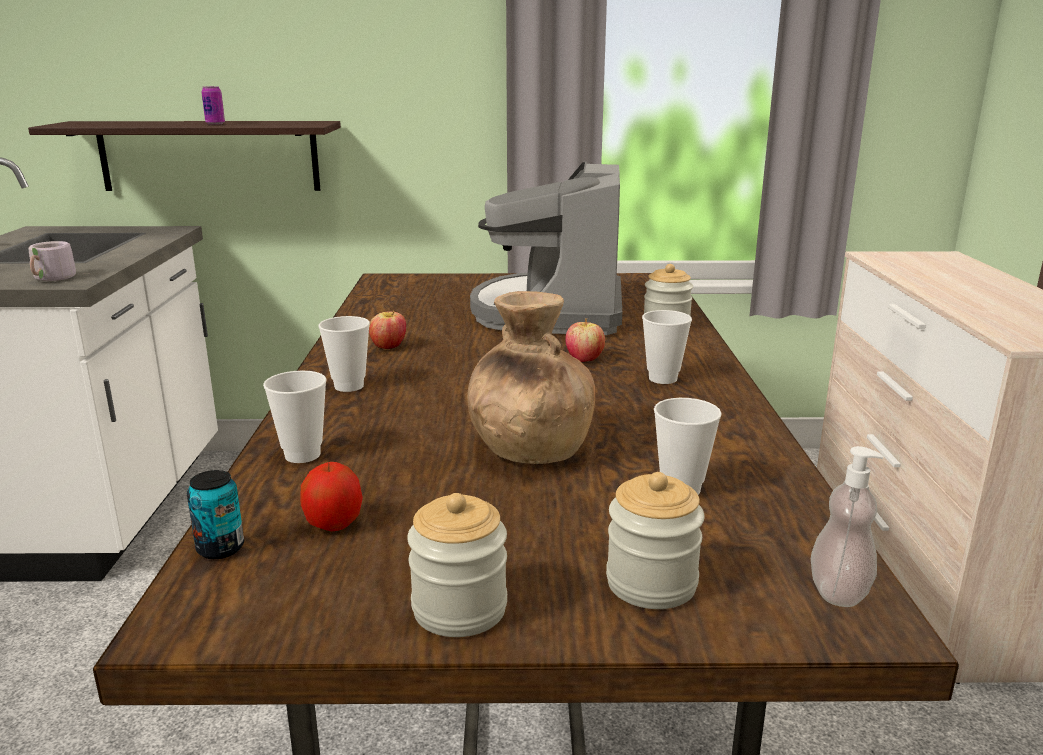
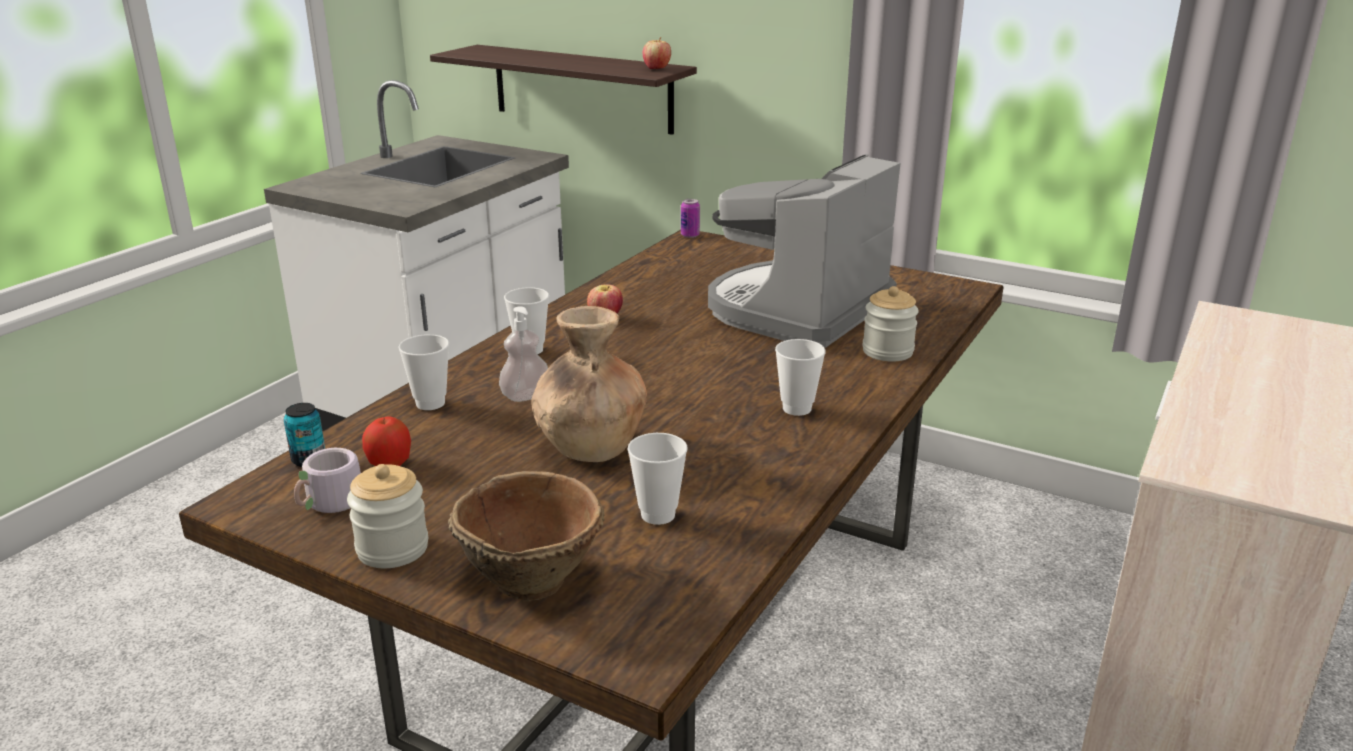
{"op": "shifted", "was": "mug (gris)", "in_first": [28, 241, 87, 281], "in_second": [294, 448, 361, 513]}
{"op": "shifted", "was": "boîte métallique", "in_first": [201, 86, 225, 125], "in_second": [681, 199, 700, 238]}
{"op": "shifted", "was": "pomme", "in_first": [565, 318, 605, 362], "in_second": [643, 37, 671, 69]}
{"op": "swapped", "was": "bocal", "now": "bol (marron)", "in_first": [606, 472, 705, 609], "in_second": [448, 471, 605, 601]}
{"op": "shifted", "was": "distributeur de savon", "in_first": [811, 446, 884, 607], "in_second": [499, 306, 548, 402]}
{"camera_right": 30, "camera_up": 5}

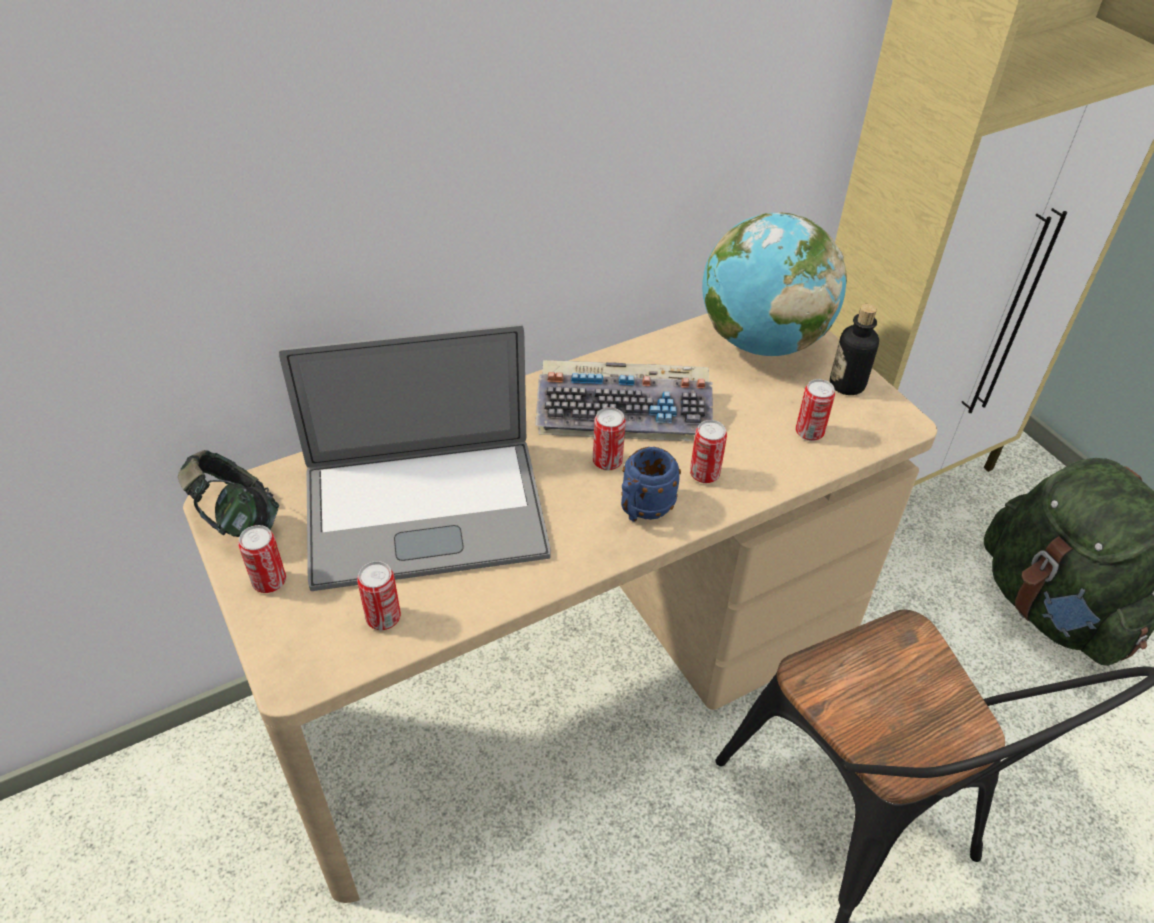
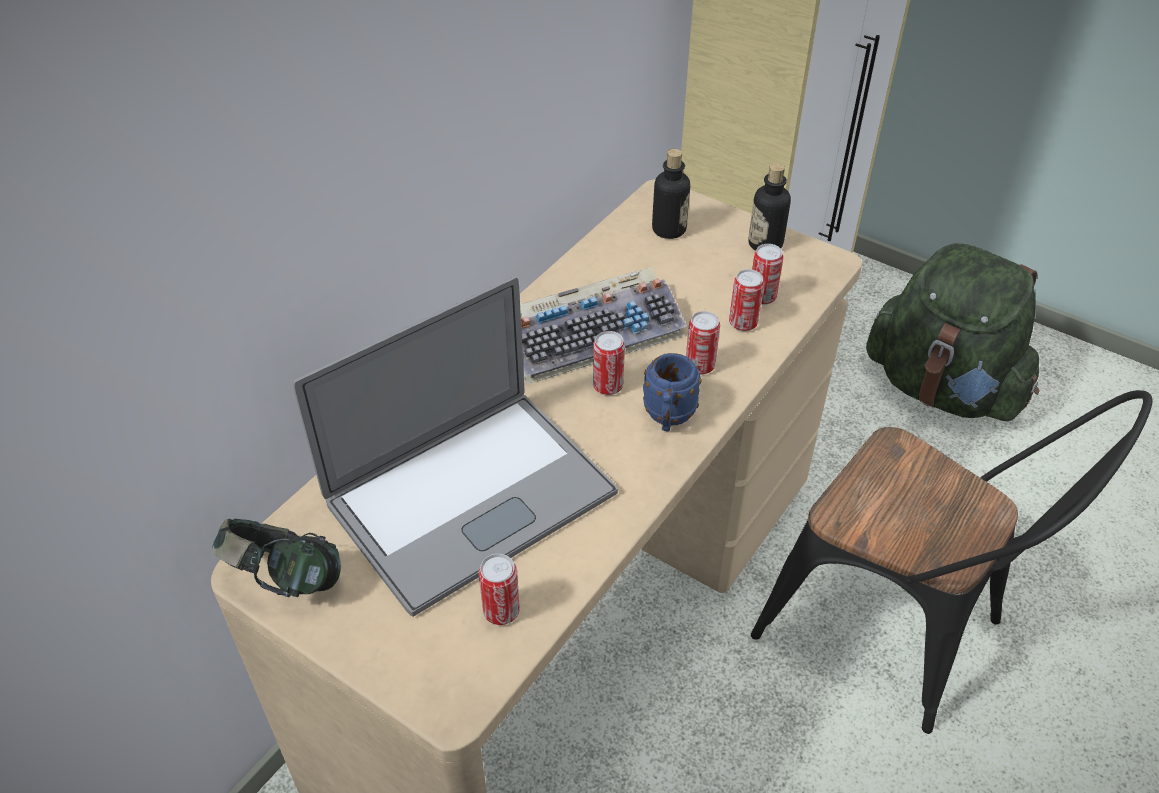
{"op": "shifted", "was": "boîte métallique", "in_first": [238, 525, 286, 593], "in_second": [729, 269, 764, 331]}
{"op": "swapped", "was": "globe", "now": "bouteille", "in_first": [702, 212, 847, 356], "in_second": [652, 149, 690, 239]}
{"camera_right": -25, "camera_up": 0}

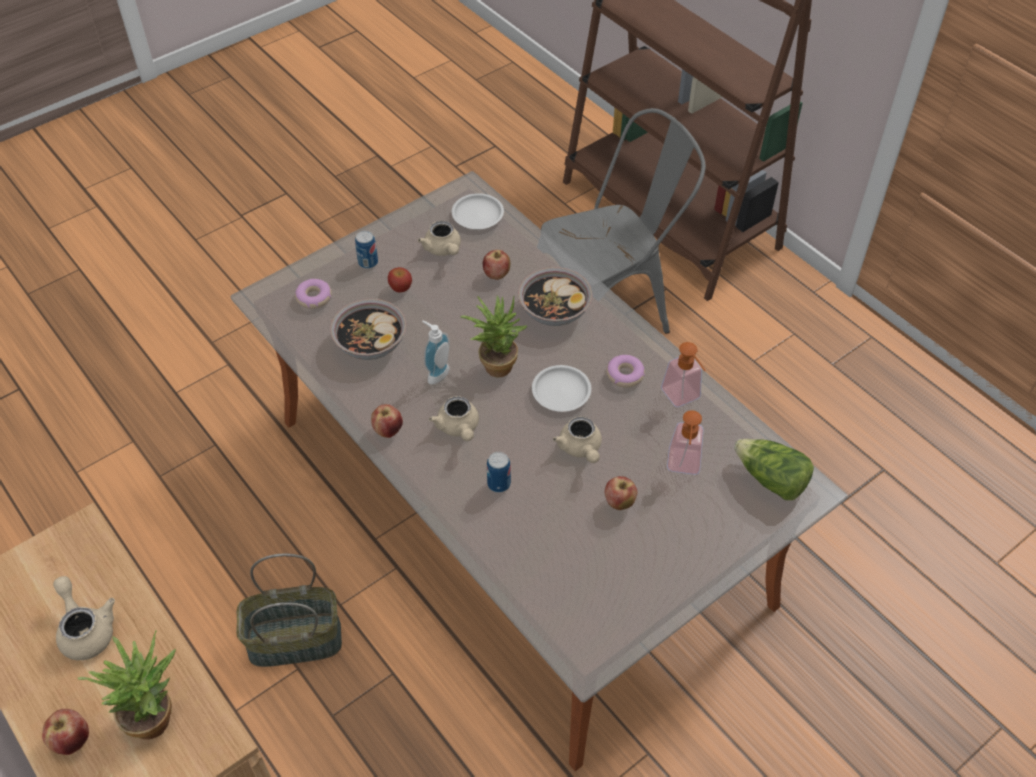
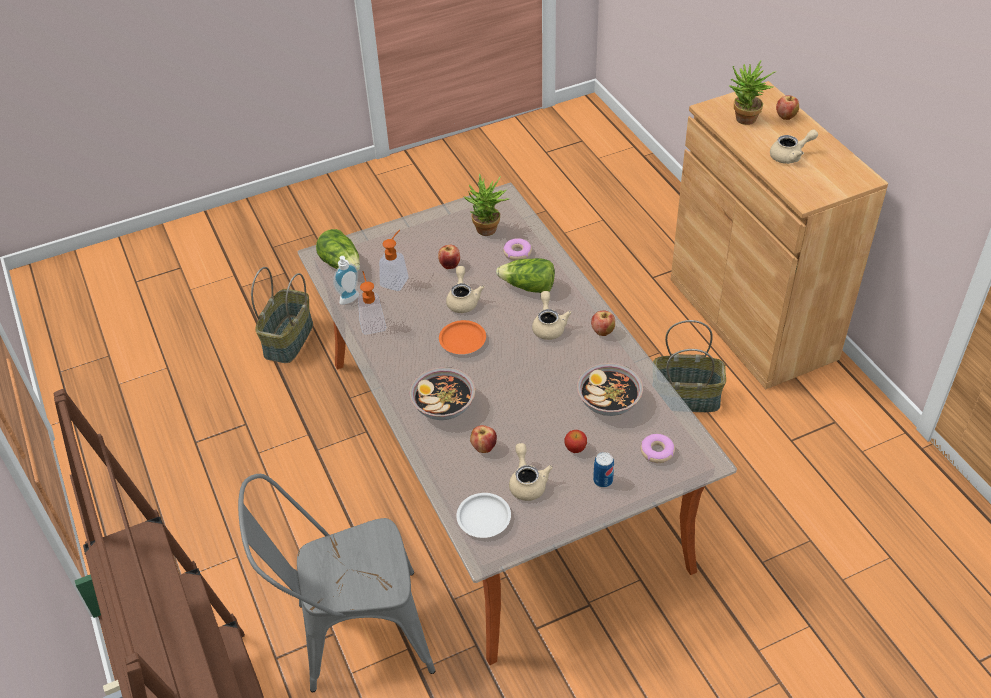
{"op": "rotated", "was": "théière (beige)", "in_first": [53, 576, 115, 660], "in_second": [770, 129, 818, 164], "clockwise": -90}
{"op": "shifted", "was": "distributeur de savon", "in_first": [422, 320, 450, 385], "in_second": [333, 256, 359, 305]}
{"op": "shifted", "was": "plante en pot", "in_first": [460, 296, 527, 377], "in_second": [463, 173, 509, 236]}
{"op": "swapped", "was": "boîte métallique", "now": "laitue", "in_first": [487, 452, 511, 493], "in_second": [496, 258, 555, 293]}
{"op": "repainted", "was": "assiette (blanc)", "now": "assiette (orange)", "in_first": [532, 365, 591, 412], "in_second": [439, 320, 486, 354]}
{"op": "shifted", "was": "beignet", "in_first": [606, 355, 645, 388], "in_second": [503, 238, 532, 261]}
{"op": "new", "now": "panier", "in_second": [251, 267, 313, 363]}
{"camera_right": -165, "camera_up": -5}

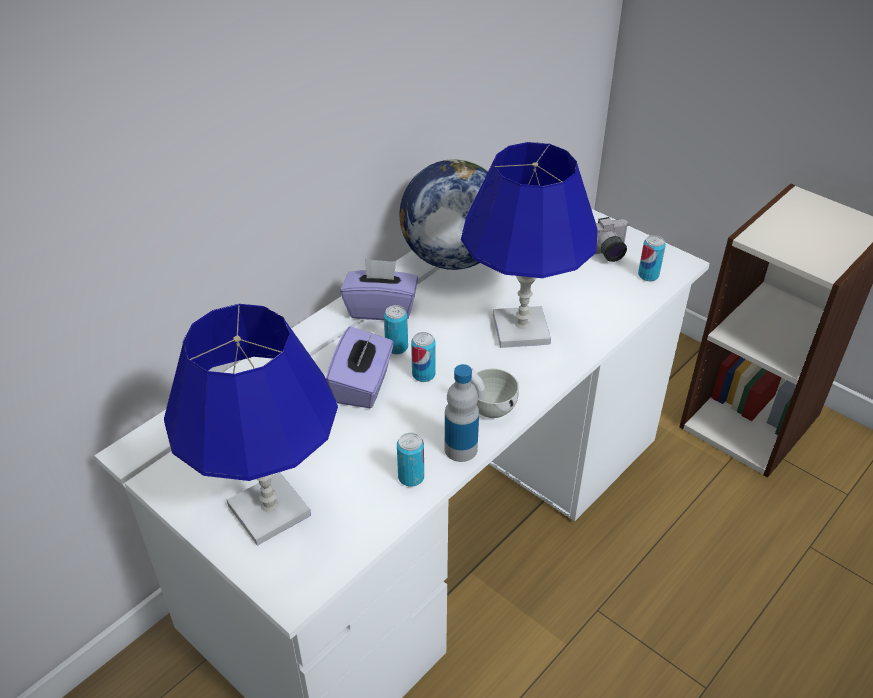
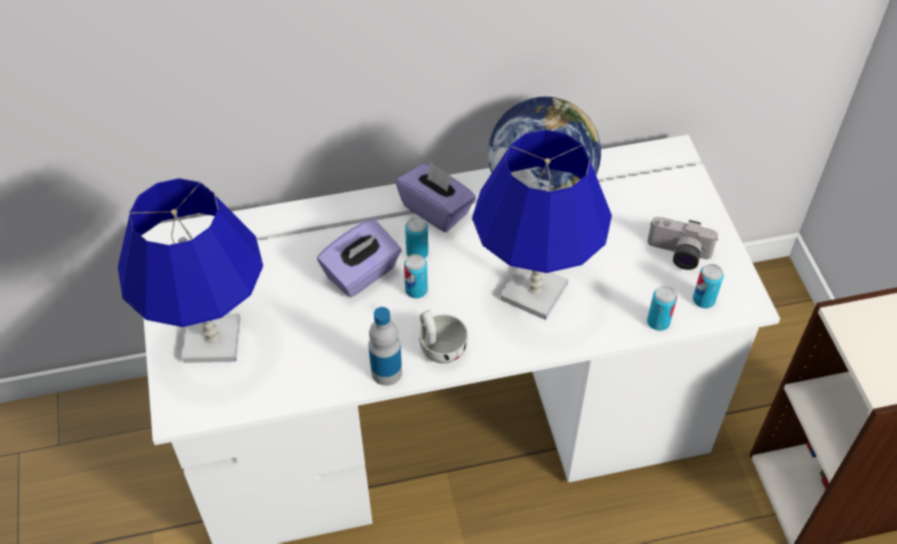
{"op": "shifted", "was": "boîte métallique", "in_first": [397, 433, 424, 487], "in_second": [647, 286, 677, 331]}
{"camera_right": 35, "camera_up": 10}

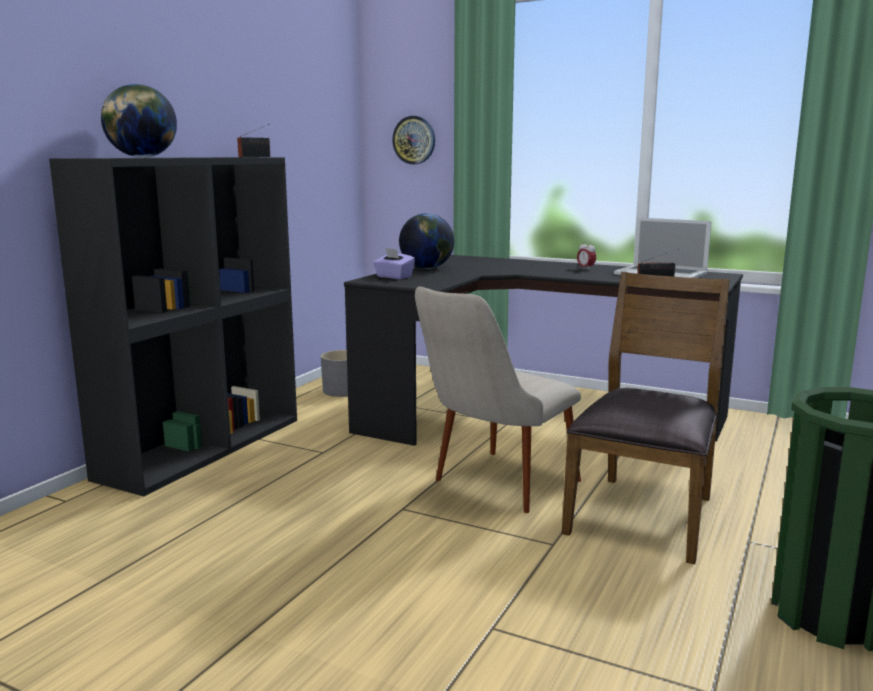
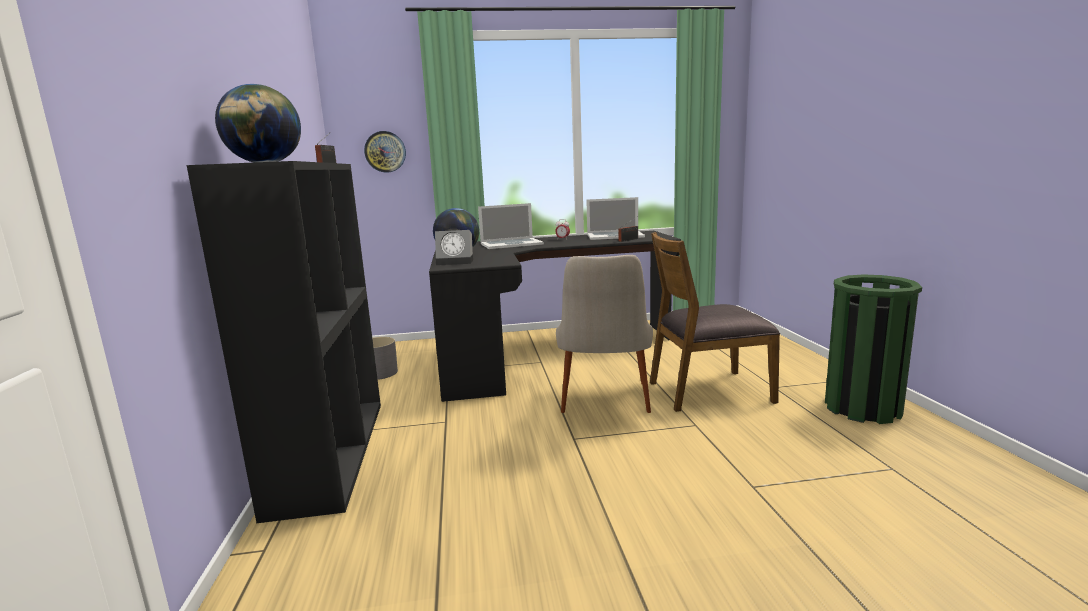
{"op": "swapped", "was": "boîte à mouchoirs (violet)", "now": "réveil", "in_first": [373, 248, 415, 279], "in_second": [435, 229, 473, 265]}
{"op": "rotated", "was": "chaise (marron)", "in_first": [562, 272, 730, 565], "in_second": [650, 232, 780, 412], "clockwise": -90}
{"op": "new", "now": "ordinateur portable", "in_second": [478, 203, 544, 249]}
{"camera_right": -35, "camera_up": 0}

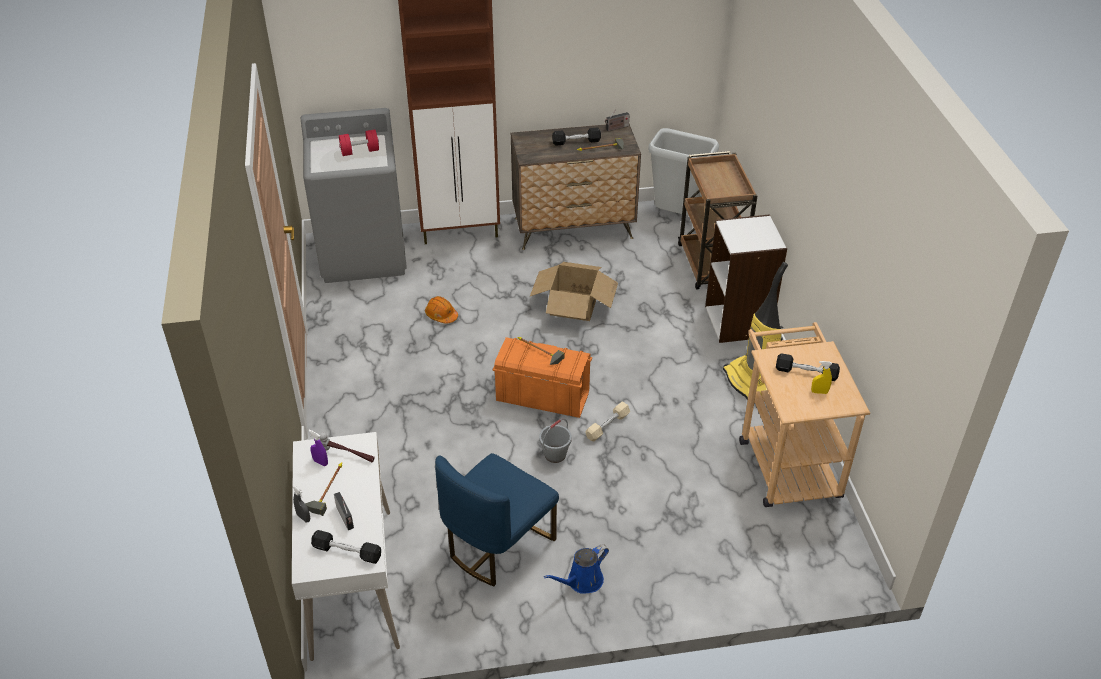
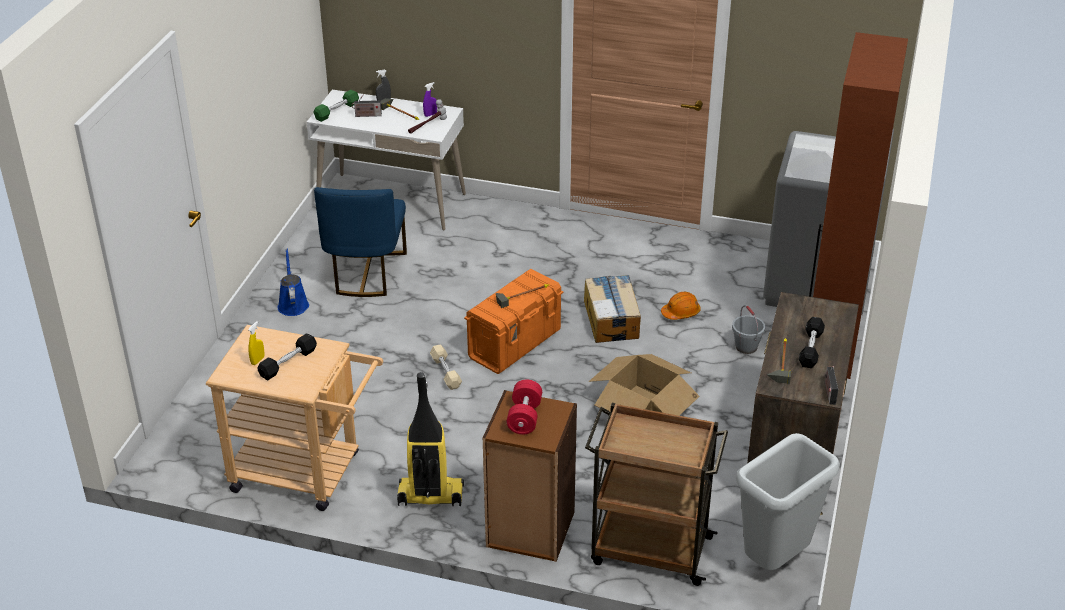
{"op": "repainted", "was": "haltère (noir)", "now": "haltère (vert)", "in_first": [311, 530, 381, 564], "in_second": [313, 90, 359, 122]}
{"op": "shifted", "was": "haltère (rouge)", "in_first": [339, 129, 379, 156], "in_second": [507, 379, 542, 435]}
{"op": "rotated", "was": "chaise (bleu)", "in_first": [435, 453, 559, 586], "in_second": [314, 187, 407, 297], "clockwise": -150}
{"op": "shifted", "was": "seau (gris)", "in_first": [539, 419, 572, 463], "in_second": [732, 305, 765, 354]}
{"op": "repainted", "was": "bibliothèque (blanc)", "now": "bibliothèque (marron)", "in_first": [705, 214, 787, 343], "in_second": [483, 390, 577, 562]}
{"op": "new", "now": "carton", "in_second": [584, 275, 641, 343]}
{"camera_right": 115, "camera_up": -5}

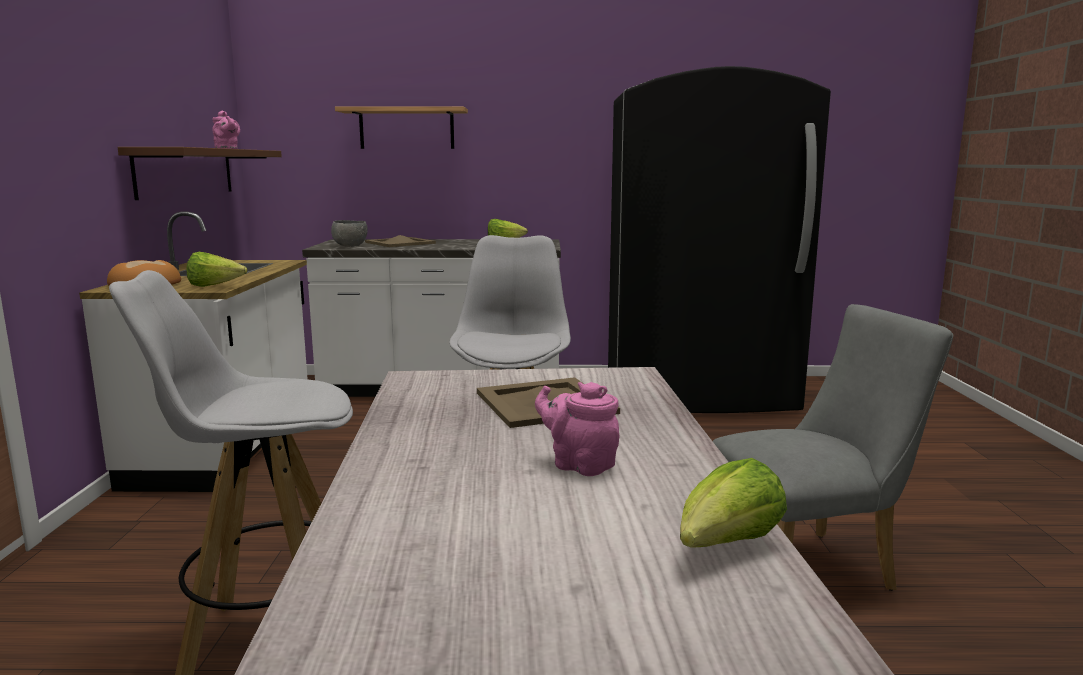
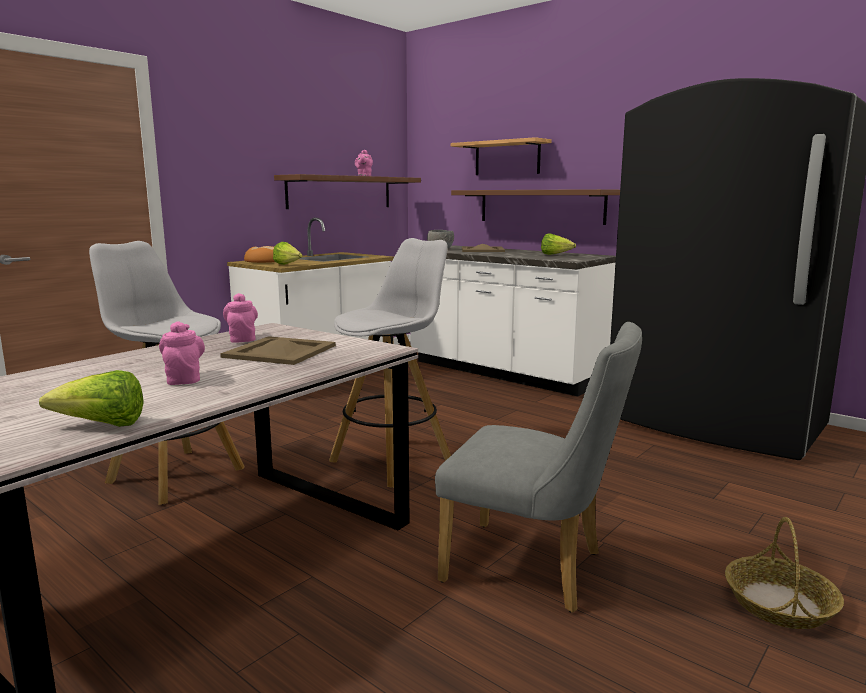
{"op": "new", "now": "théière (rose)", "in_second": [223, 293, 258, 343]}
{"op": "new", "now": "étagère (marron)", "in_second": [451, 189, 620, 225]}
{"op": "new", "now": "panier", "in_second": [725, 517, 844, 629]}
{"camera_right": 40, "camera_up": 0}

